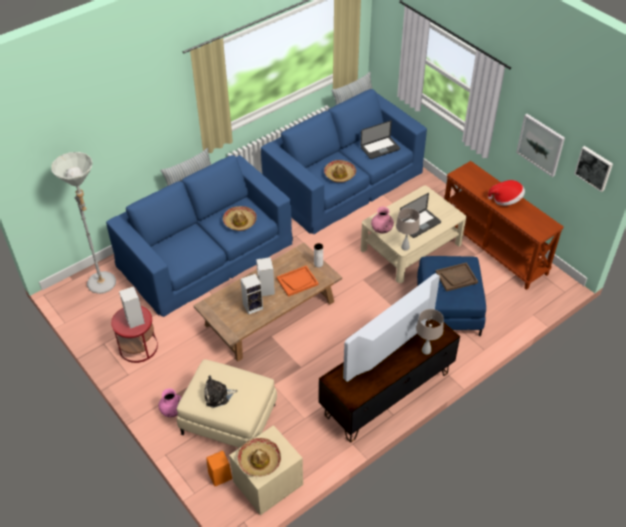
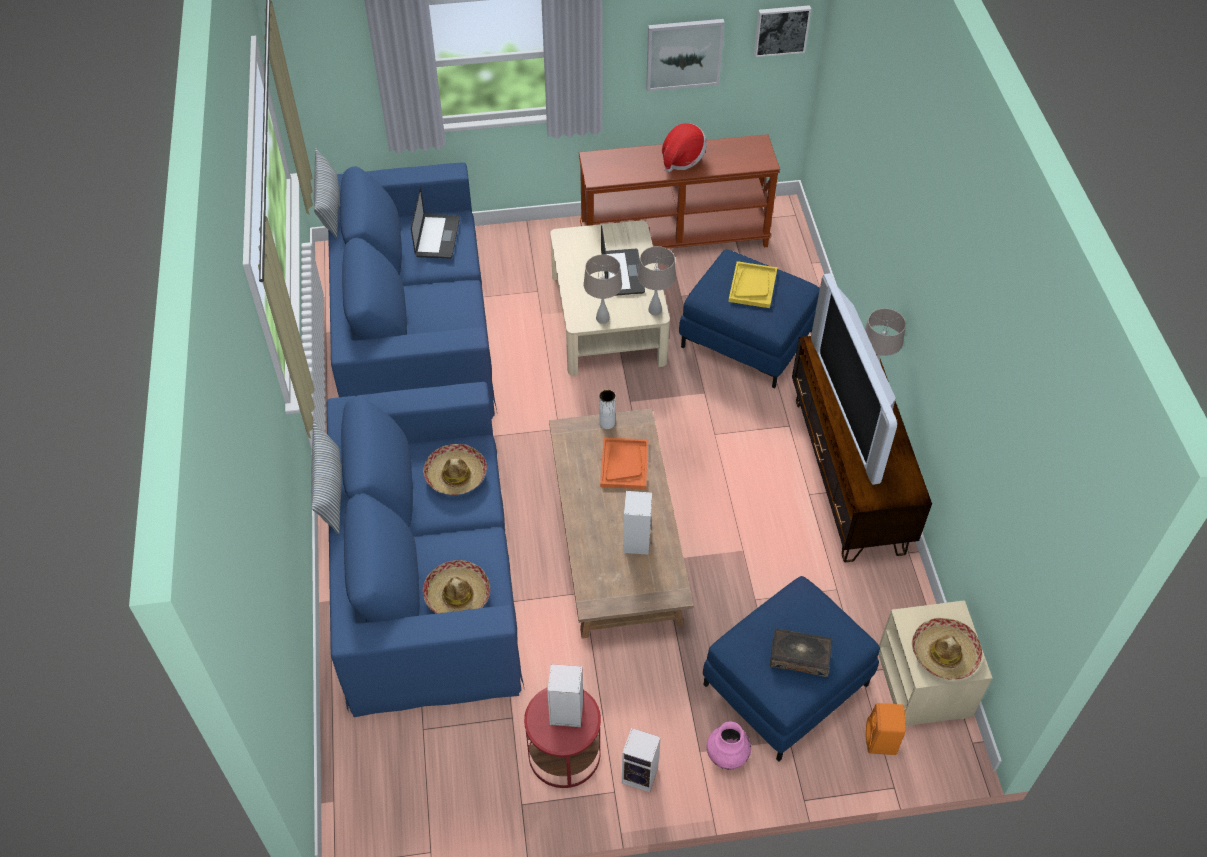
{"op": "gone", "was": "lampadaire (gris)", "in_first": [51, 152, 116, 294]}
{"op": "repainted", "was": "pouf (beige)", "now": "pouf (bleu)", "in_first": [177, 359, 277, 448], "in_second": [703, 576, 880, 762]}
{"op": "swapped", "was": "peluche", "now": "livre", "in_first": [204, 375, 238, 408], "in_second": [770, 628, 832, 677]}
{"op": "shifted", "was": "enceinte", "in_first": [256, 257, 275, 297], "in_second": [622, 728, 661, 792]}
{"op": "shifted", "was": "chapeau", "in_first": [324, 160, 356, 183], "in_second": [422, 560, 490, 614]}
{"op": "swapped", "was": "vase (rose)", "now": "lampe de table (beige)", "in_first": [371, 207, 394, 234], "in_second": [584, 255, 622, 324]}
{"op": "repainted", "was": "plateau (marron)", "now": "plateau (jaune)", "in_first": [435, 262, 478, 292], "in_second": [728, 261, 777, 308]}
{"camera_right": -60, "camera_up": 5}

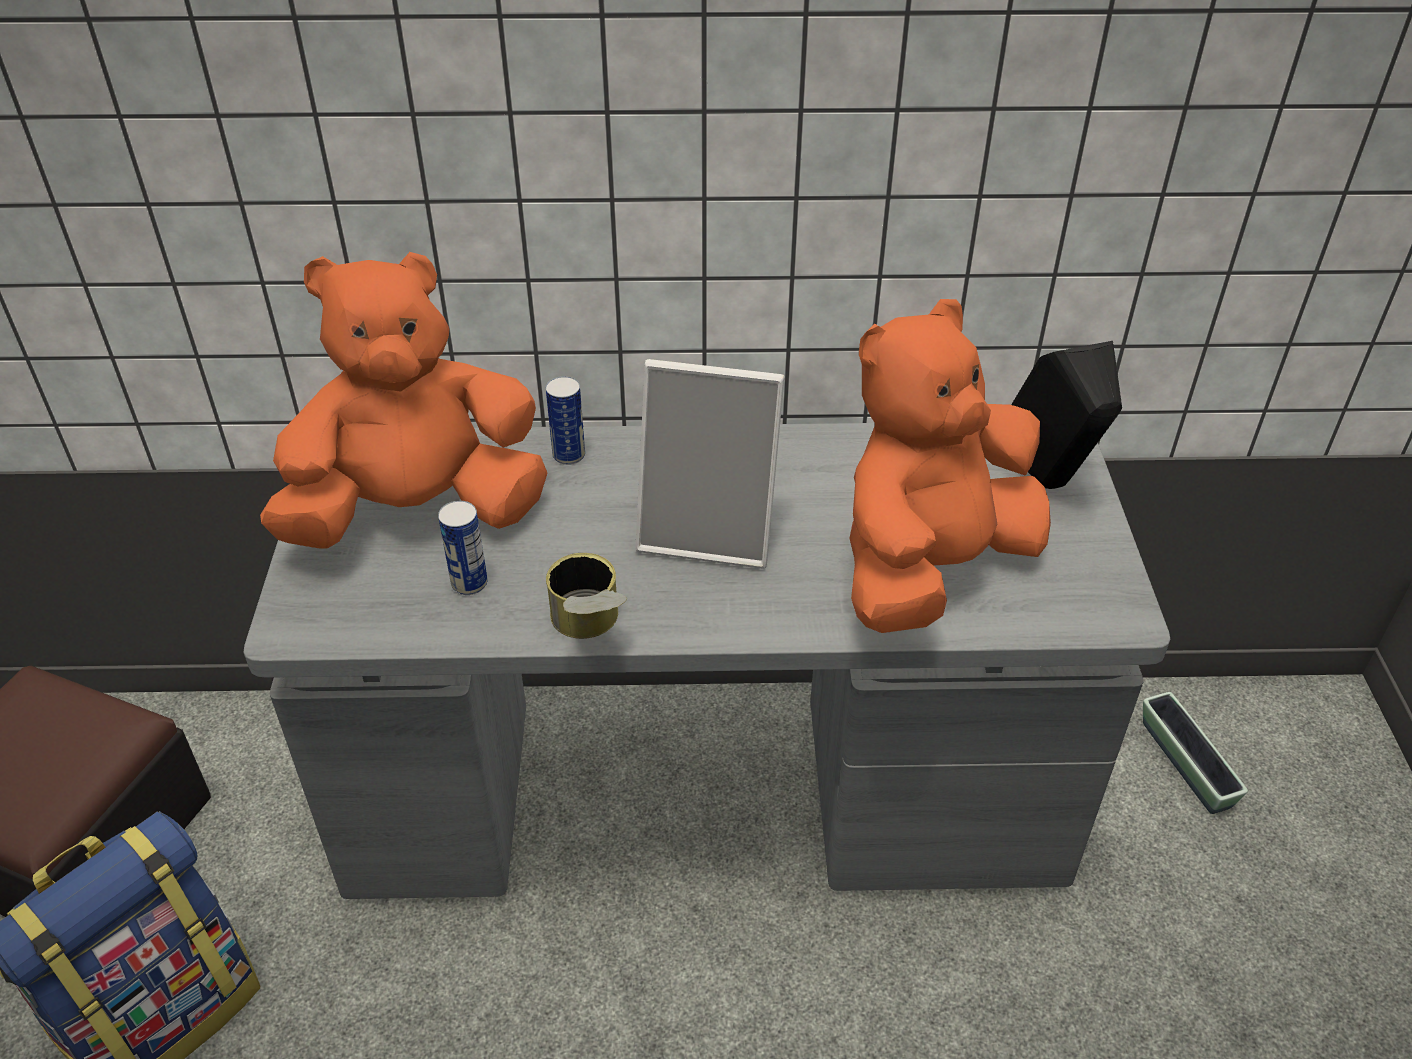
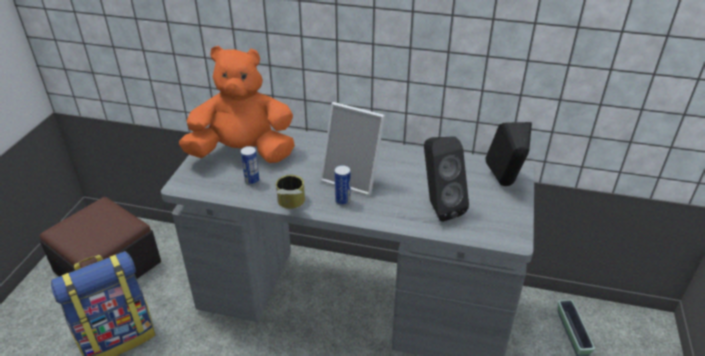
{"op": "shifted", "was": "boîte métallique", "in_first": [546, 376, 585, 465], "in_second": [335, 165, 351, 206]}
{"op": "swapped", "was": "peluche (orange)", "now": "enceinte (noir)", "in_first": [849, 299, 1051, 633], "in_second": [424, 136, 469, 222]}
{"camera_right": 15, "camera_up": -5}

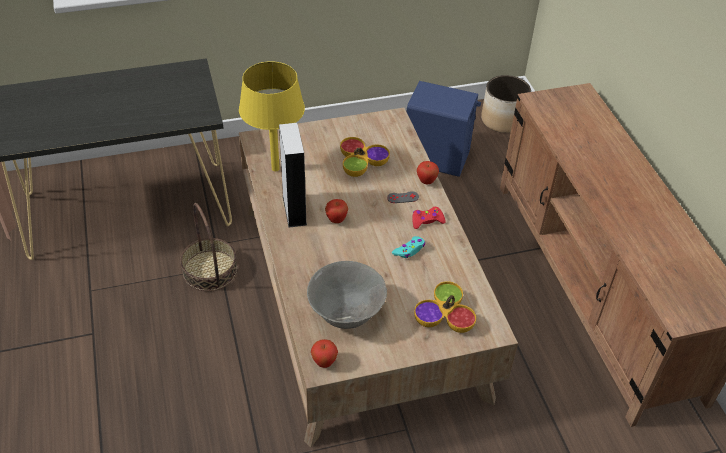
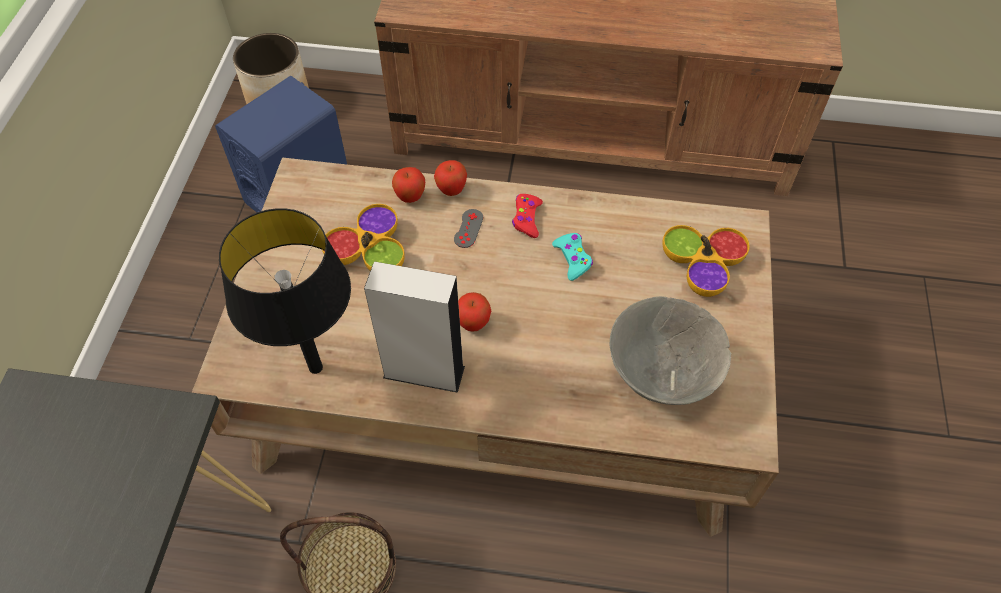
{"op": "repainted", "was": "lampe de table (jaune)", "now": "lampe de table (noir)", "in_first": [239, 61, 305, 171], "in_second": [219, 208, 351, 374]}
{"op": "shifted", "was": "pomme", "in_first": [311, 339, 338, 368], "in_second": [392, 167, 425, 203]}
{"camera_right": -65, "camera_up": 10}

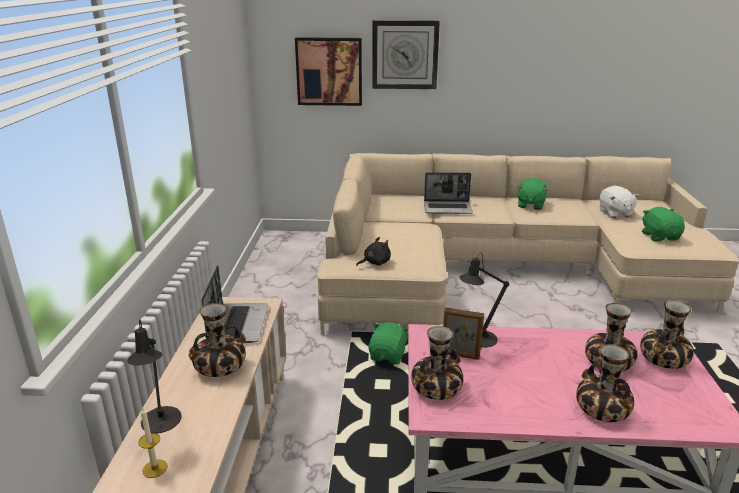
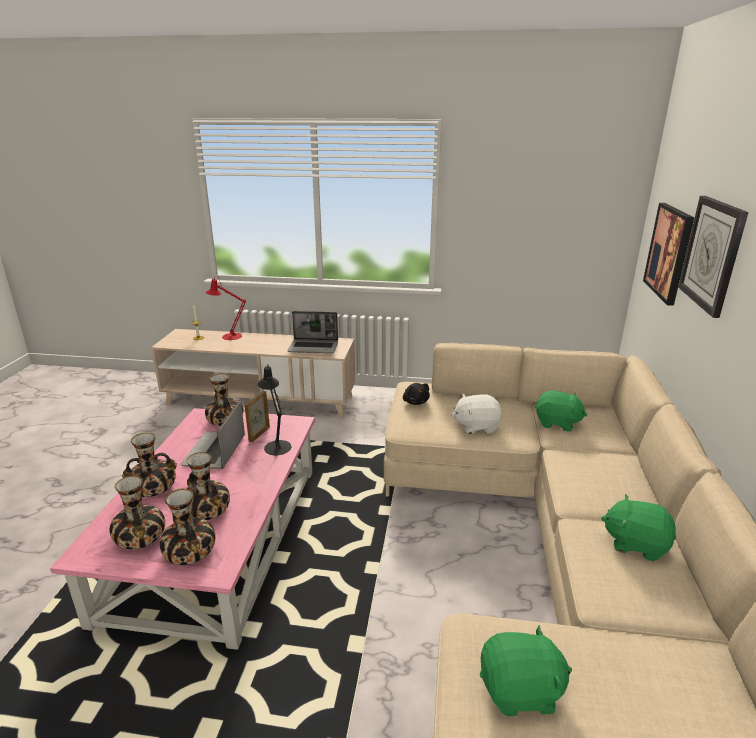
{"op": "repainted", "was": "lampe de table (noir)", "now": "lampe de table (rouge)", "in_first": [127, 319, 182, 433], "in_second": [206, 276, 246, 340]}
{"op": "shifted", "was": "vase", "in_first": [188, 303, 246, 377], "in_second": [110, 476, 165, 549]}
{"op": "shifted", "was": "peluche (vert)", "in_first": [368, 322, 408, 364], "in_second": [535, 390, 587, 432]}
{"op": "shifted", "was": "ordinateur portable", "in_first": [424, 172, 473, 214], "in_second": [181, 400, 245, 469]}
{"op": "shifted", "was": "peluche (blanc)", "in_first": [599, 186, 639, 218], "in_second": [452, 394, 502, 434]}
{"camera_right": 95, "camera_up": 0}

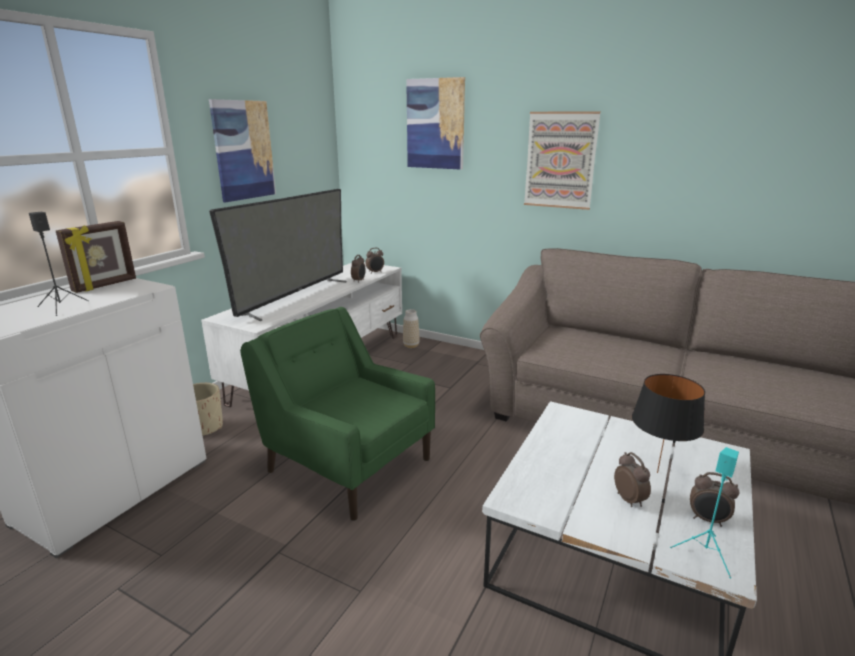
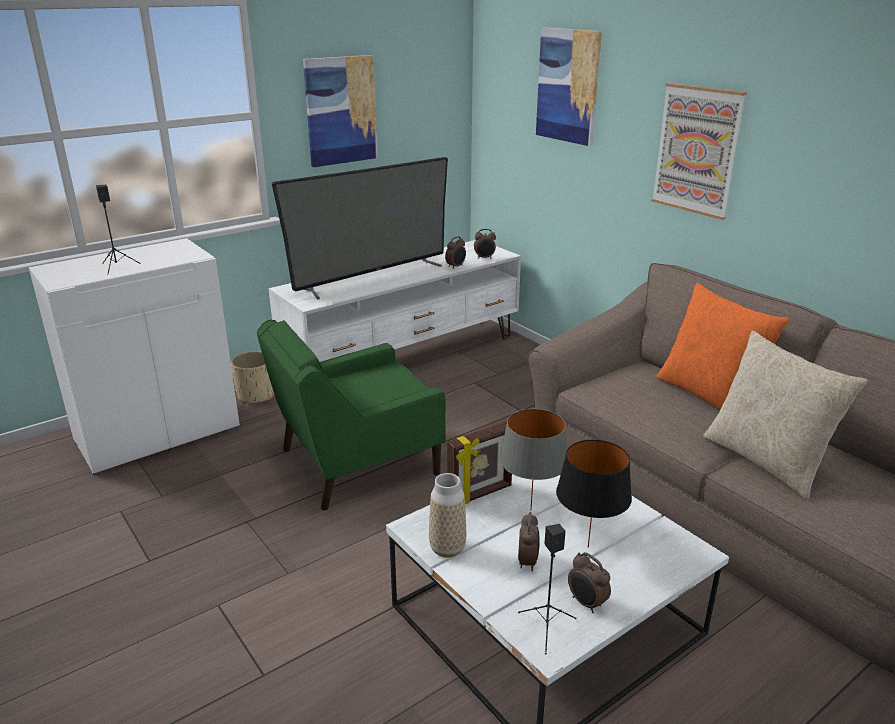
{"op": "shifted", "was": "cadre photo", "in_first": [56, 221, 136, 293], "in_second": [447, 422, 512, 504]}
{"op": "rotated", "was": "fauteuil (vert)", "in_first": [240, 307, 435, 521], "in_second": [257, 320, 446, 511], "clockwise": -90}
{"op": "shifted", "was": "vase", "in_first": [403, 309, 420, 348], "in_second": [429, 473, 466, 558]}
{"op": "repainted", "was": "enceinte (turquoise)", "now": "enceinte (noir)", "in_first": [670, 447, 739, 578], "in_second": [518, 524, 577, 654]}
{"op": "new", "now": "lampe de table (gris)", "in_second": [499, 409, 568, 509]}
{"op": "new", "now": "coussin (orange)", "in_second": [656, 283, 789, 410]}
{"op": "new", "now": "coussin (beige)", "in_second": [703, 331, 867, 500]}
{"camera_right": 25, "camera_up": 5}

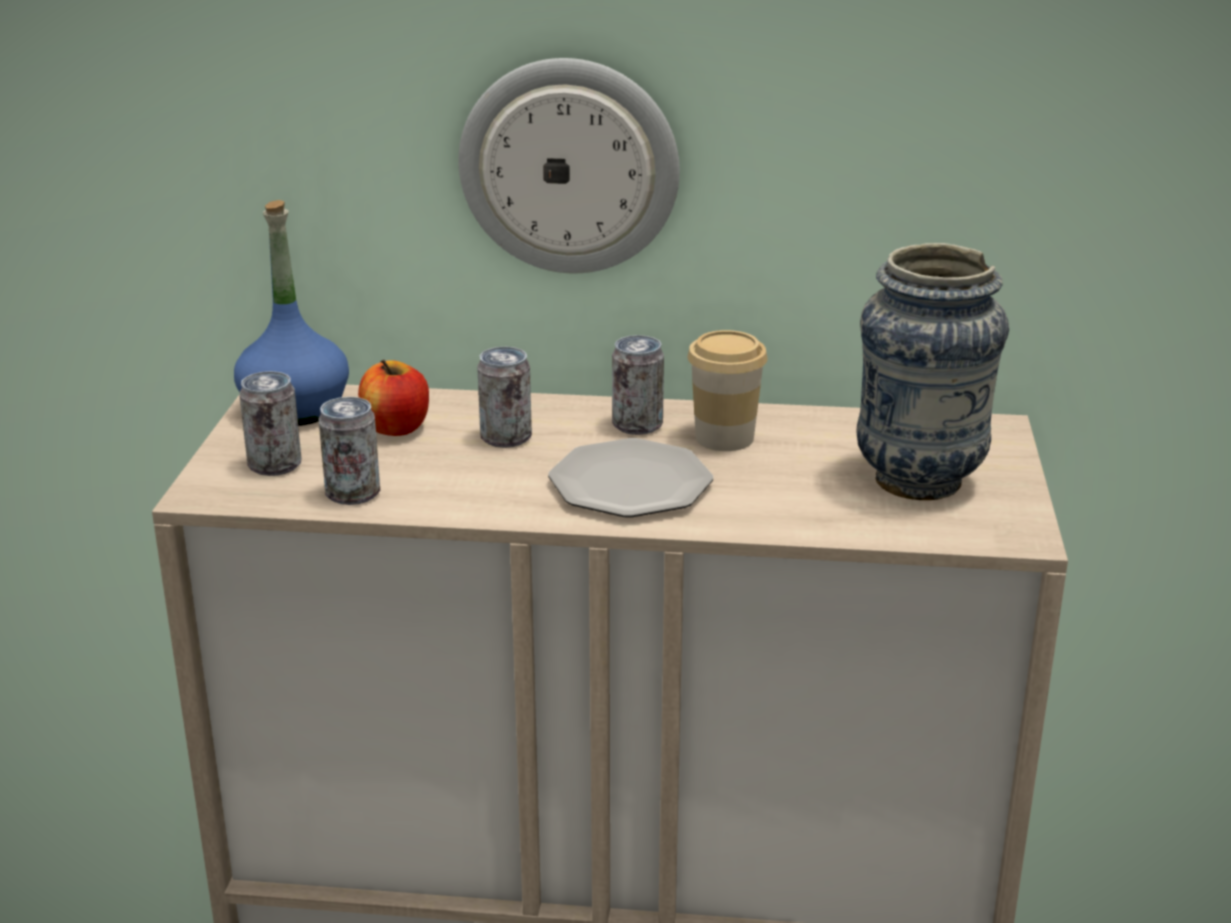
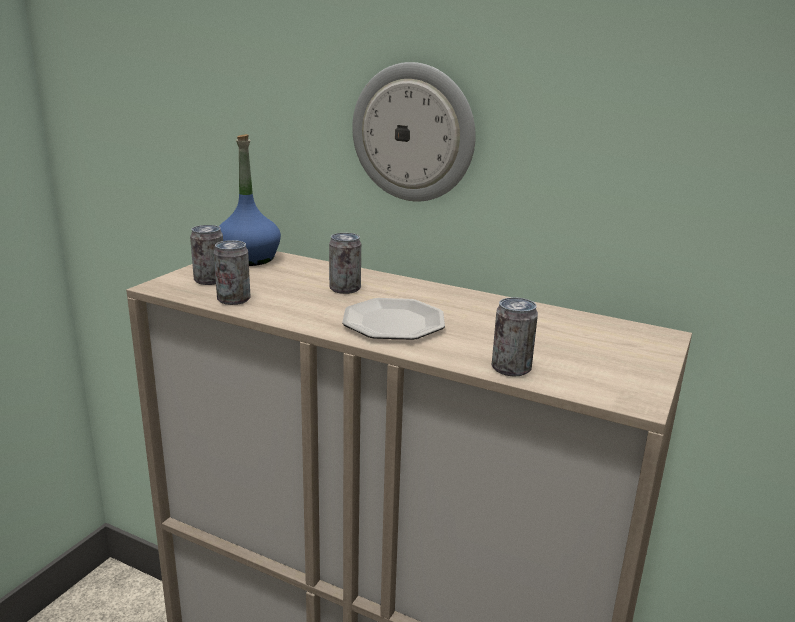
{"op": "gone", "was": "pomme", "in_first": [358, 359, 429, 436]}
{"op": "shifted", "was": "boîte métallique", "in_first": [612, 335, 664, 435], "in_second": [491, 297, 538, 377]}
{"op": "gone", "was": "tasse", "in_first": [687, 330, 767, 451]}
{"op": "gone", "was": "vase", "in_first": [857, 243, 1009, 500]}
{"camera_right": 20, "camera_up": -5}

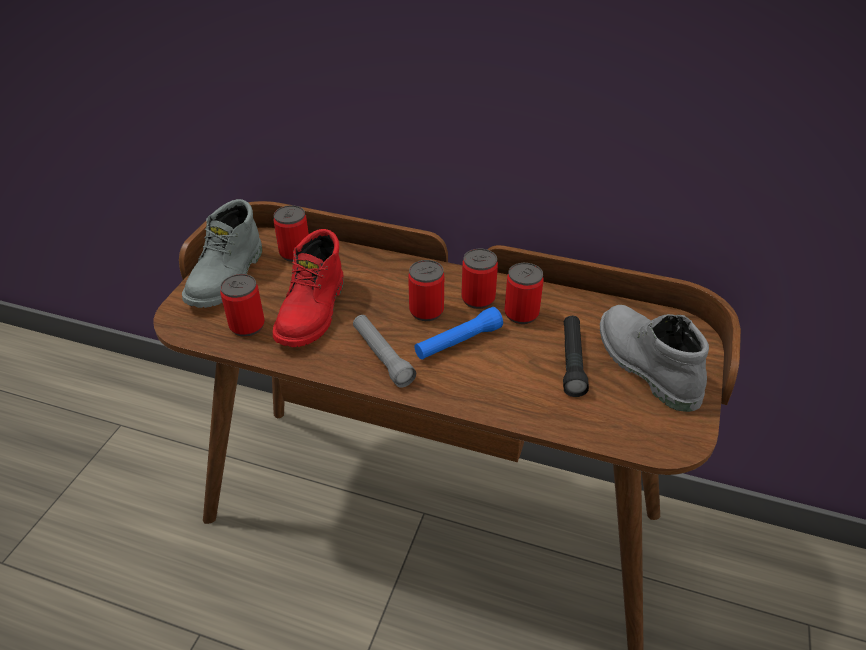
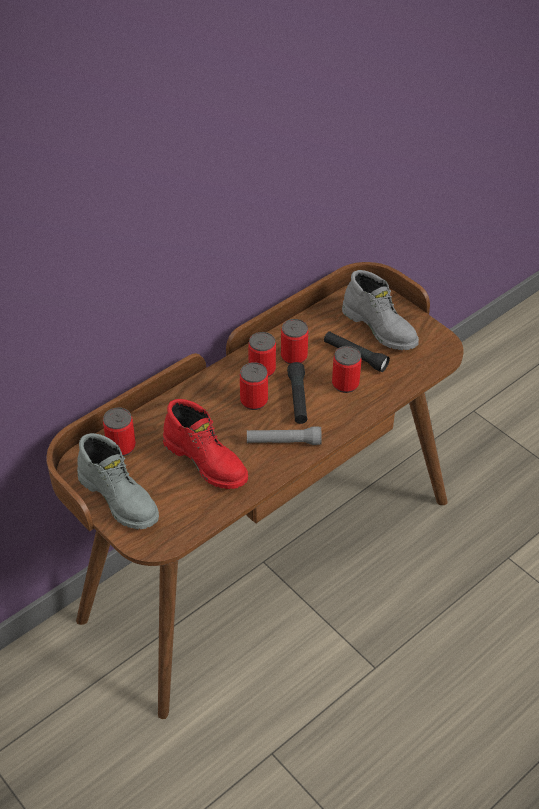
{"op": "shifted", "was": "boîte métallique", "in_first": [220, 274, 265, 337], "in_second": [332, 346, 361, 393]}
{"op": "repainted", "was": "lampe de poche (bleu)", "now": "lampe de poche (noir)", "in_first": [415, 307, 503, 360], "in_second": [287, 362, 307, 424]}
{"op": "rotated", "was": "botte (gris)", "in_first": [600, 305, 709, 412], "in_second": [342, 270, 419, 350], "clockwise": -135}
{"camera_right": -60, "camera_up": 5}

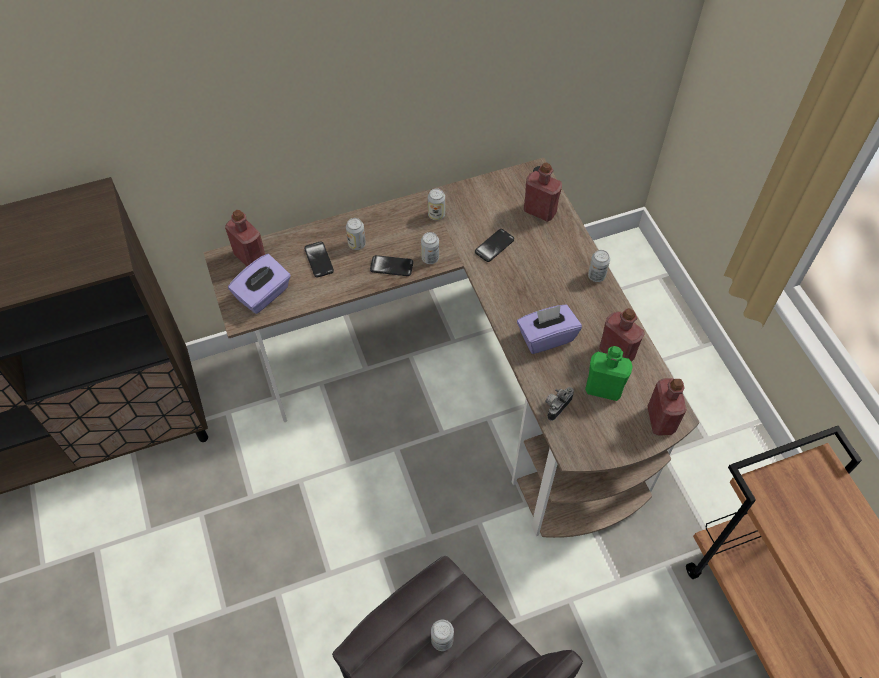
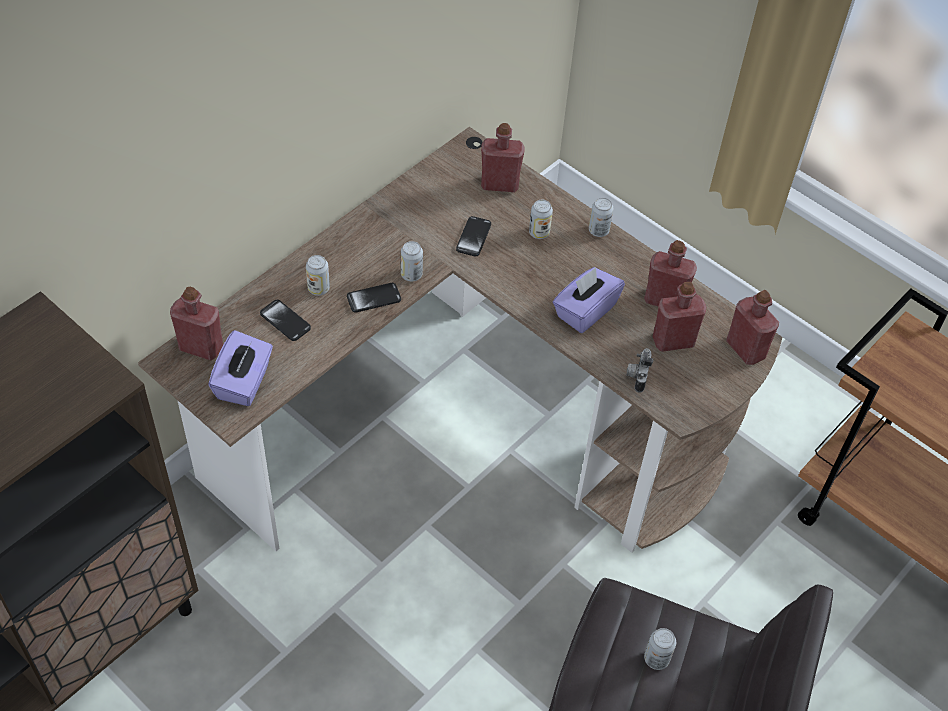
{"op": "shifted", "was": "boîte métallique", "in_first": [428, 188, 445, 220], "in_second": [529, 200, 553, 239]}
{"op": "repainted", "was": "bouteille (vert)", "now": "bouteille (rouge)", "in_first": [585, 346, 633, 401], "in_second": [652, 282, 706, 352]}
{"camera_right": -30, "camera_up": -5}

